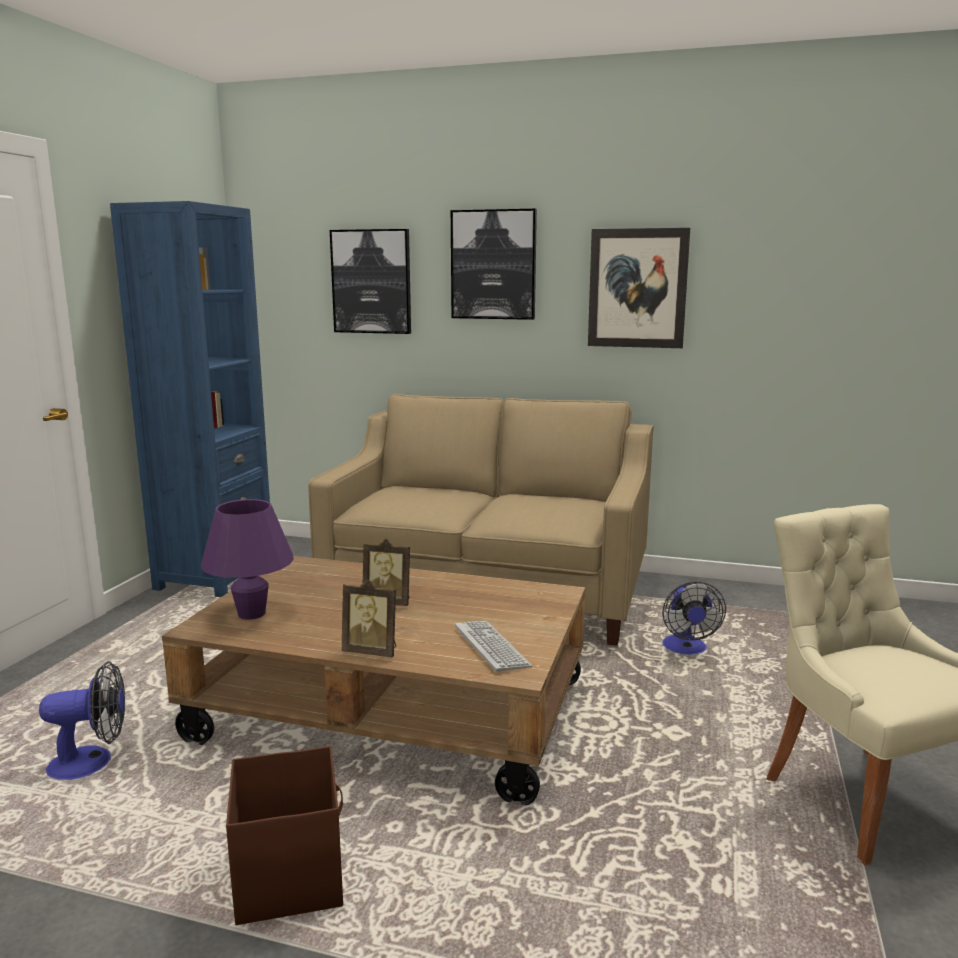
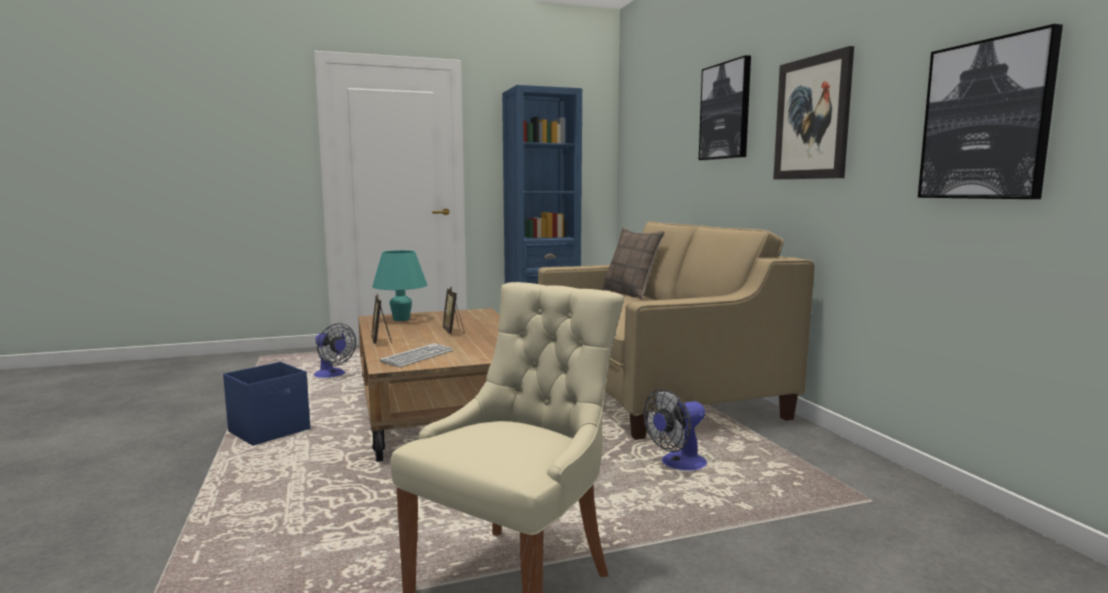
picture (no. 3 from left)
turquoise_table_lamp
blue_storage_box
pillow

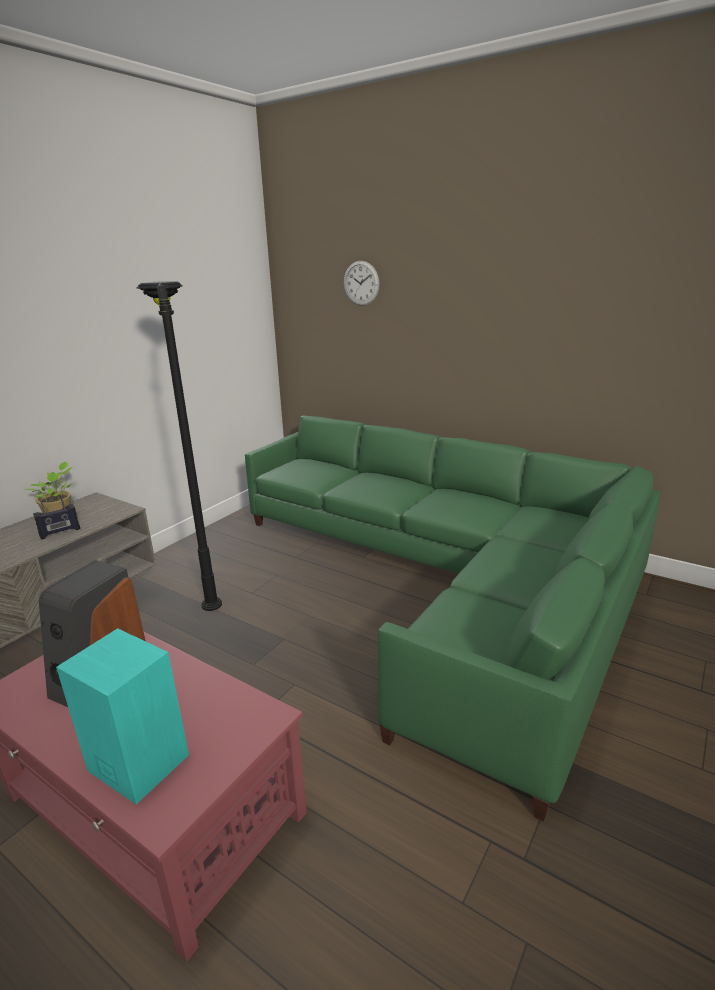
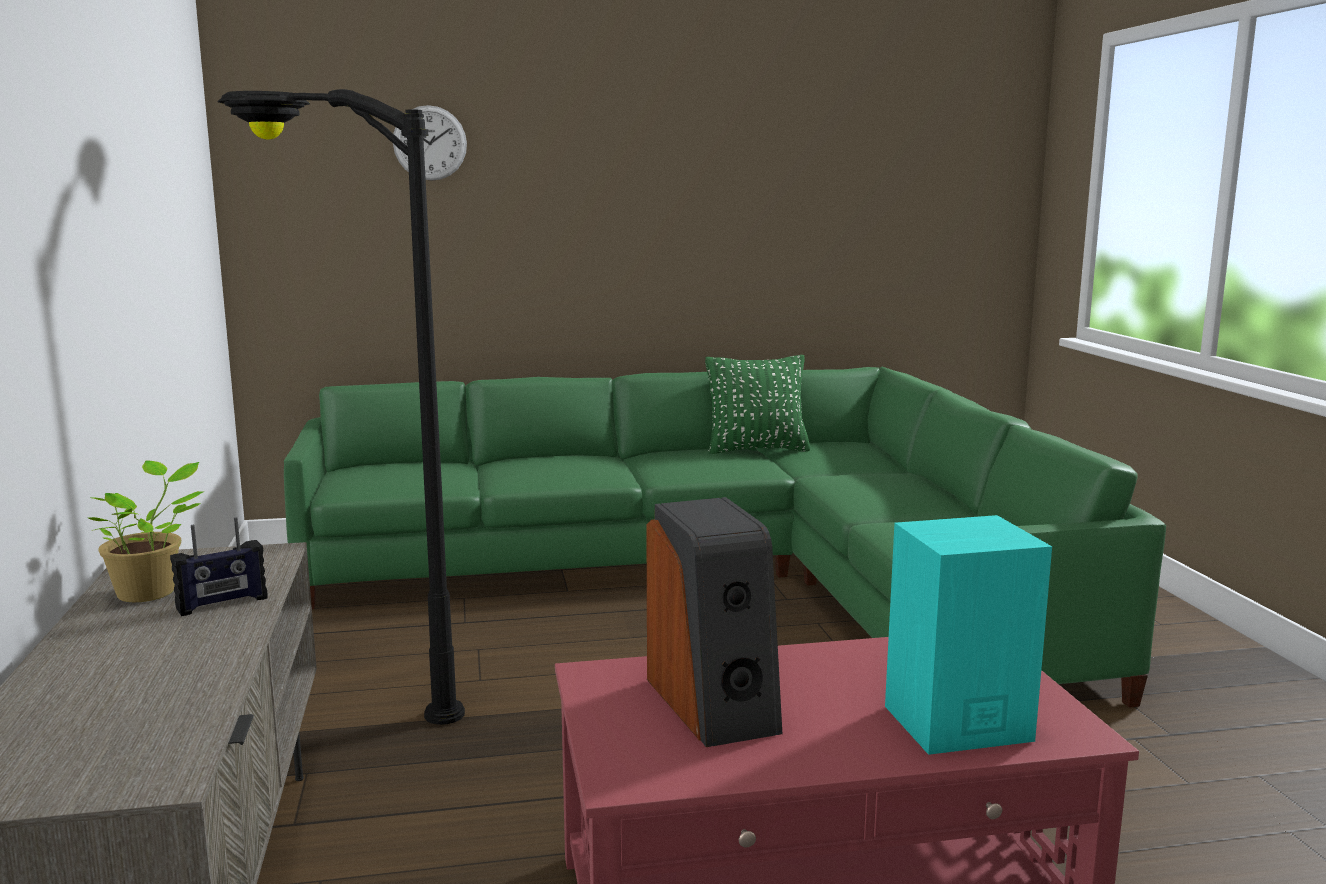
radio
green_pillow

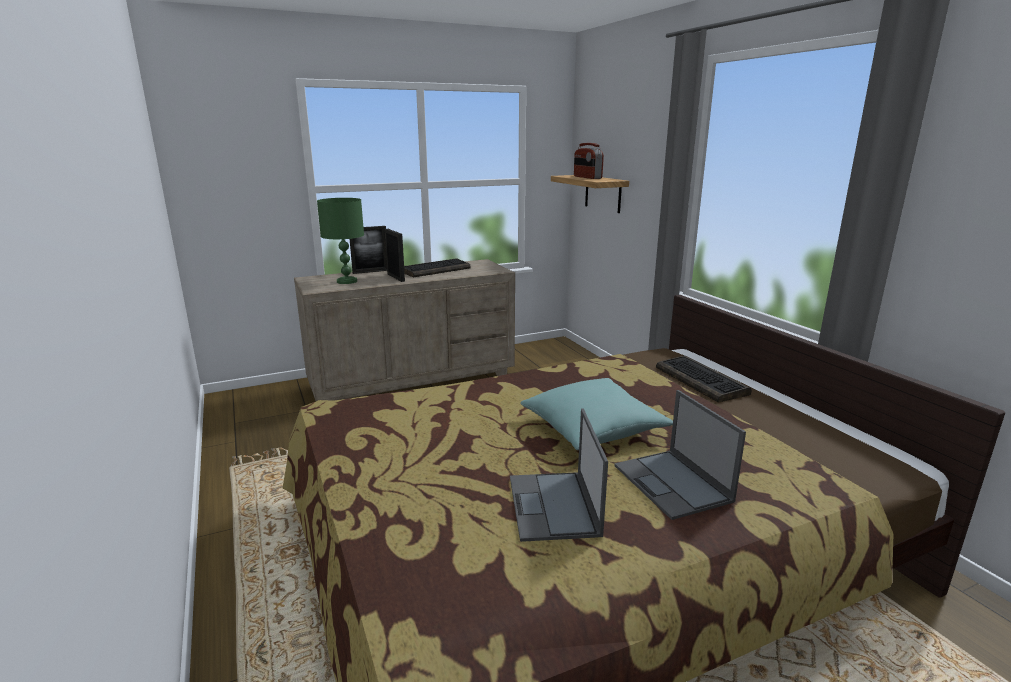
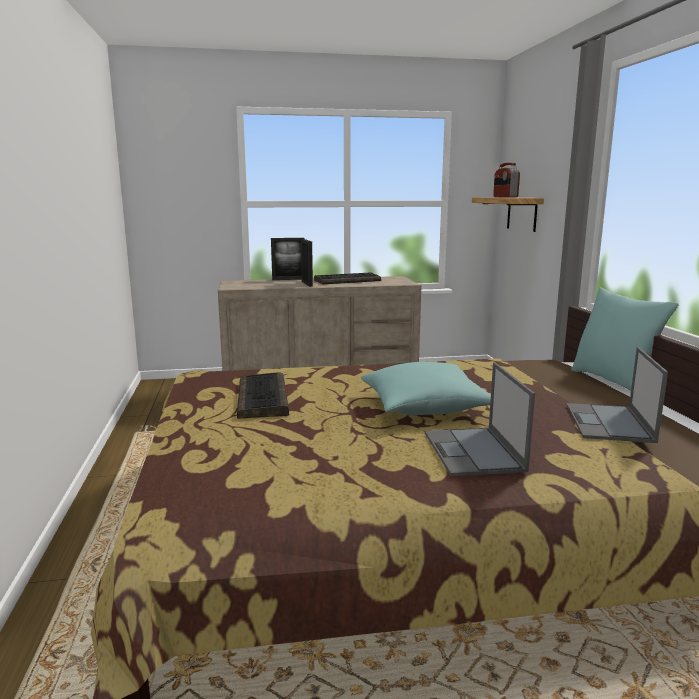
green_table_lamp
keyboard (no. 1 from left)
laptop (no. 2 from left)
turquoise_pillow (no. 2 from left)

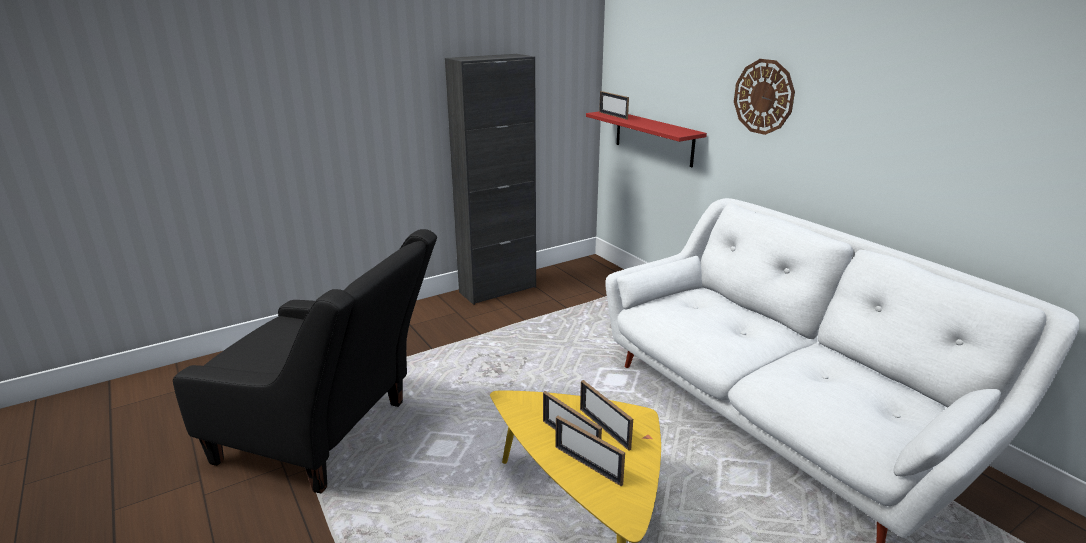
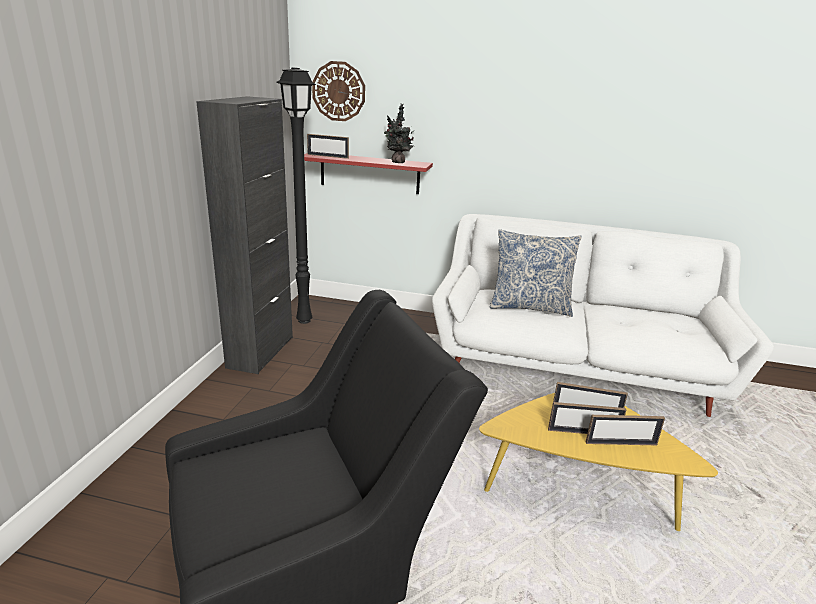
wall_clock
black_floor_lamp
potted_plant
pillow

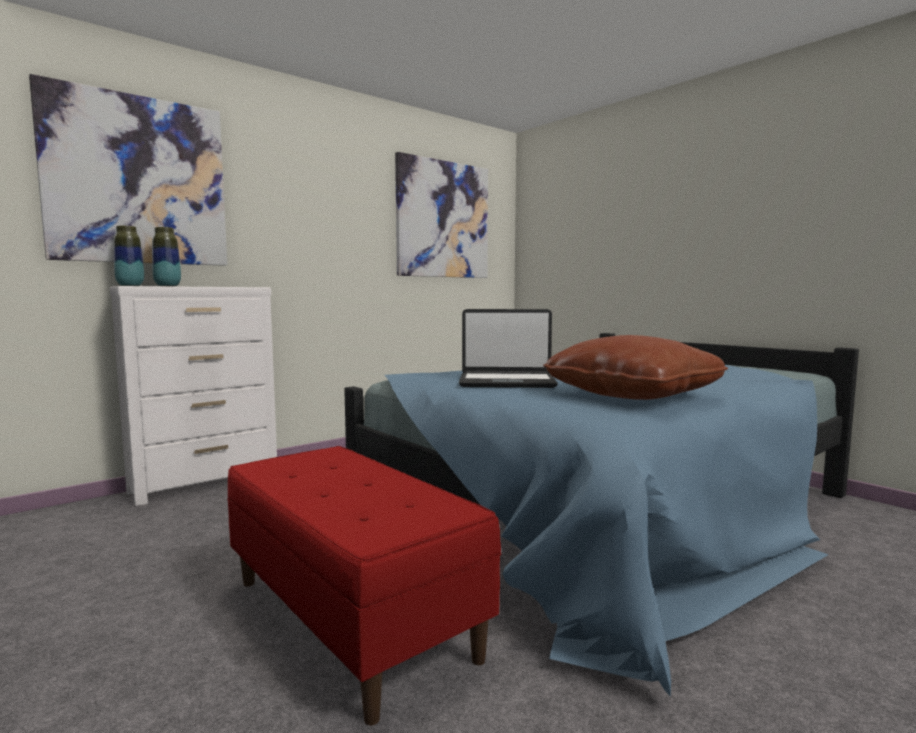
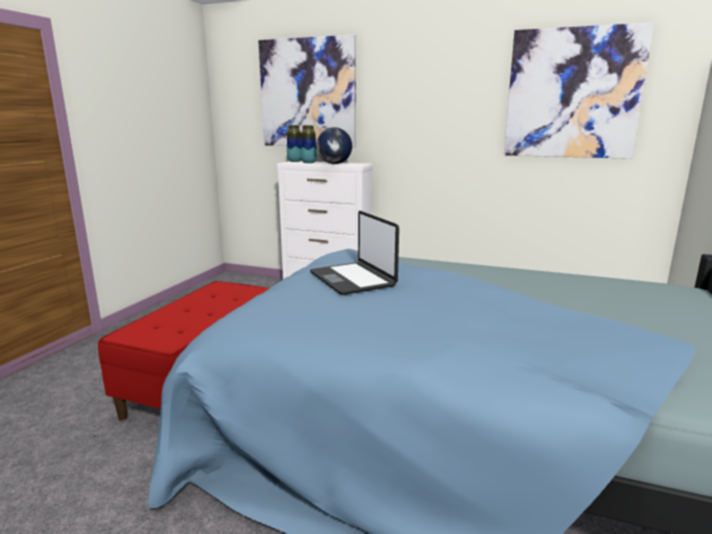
brown_pillow
globe

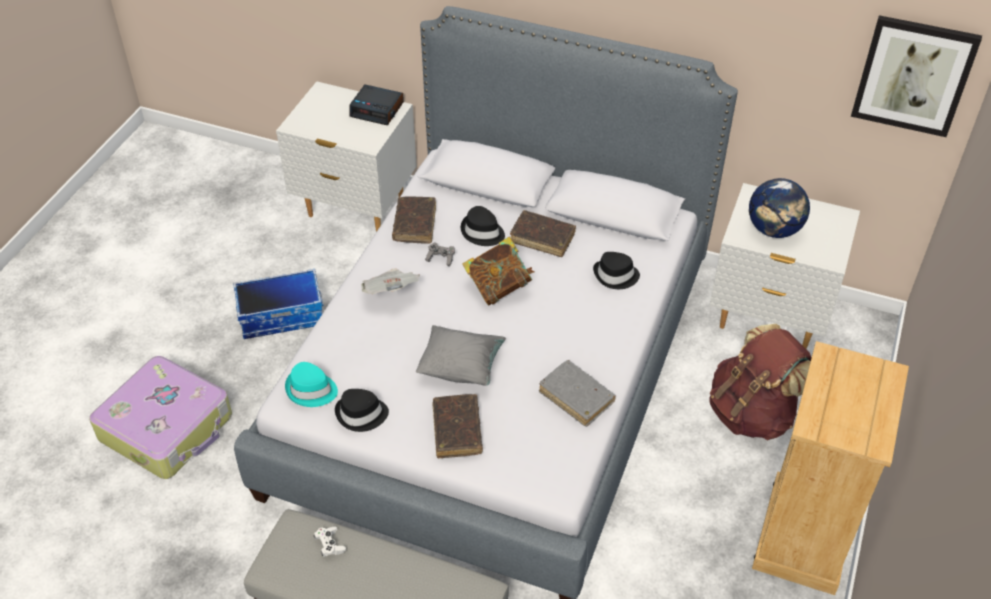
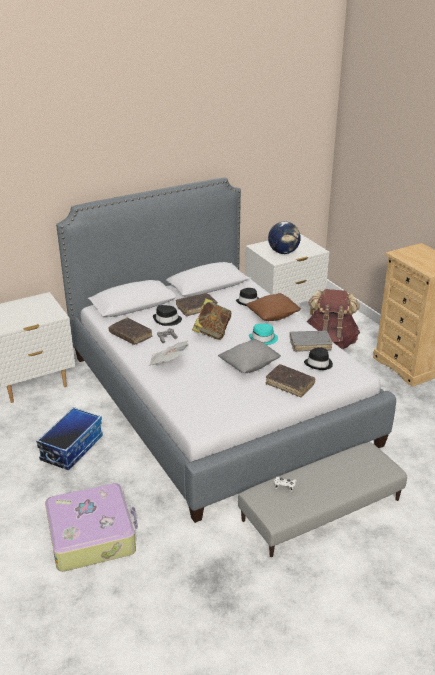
picture
alarm_clock
turquoise_hat
black_hat (no. 3 from left)
brown_pillow

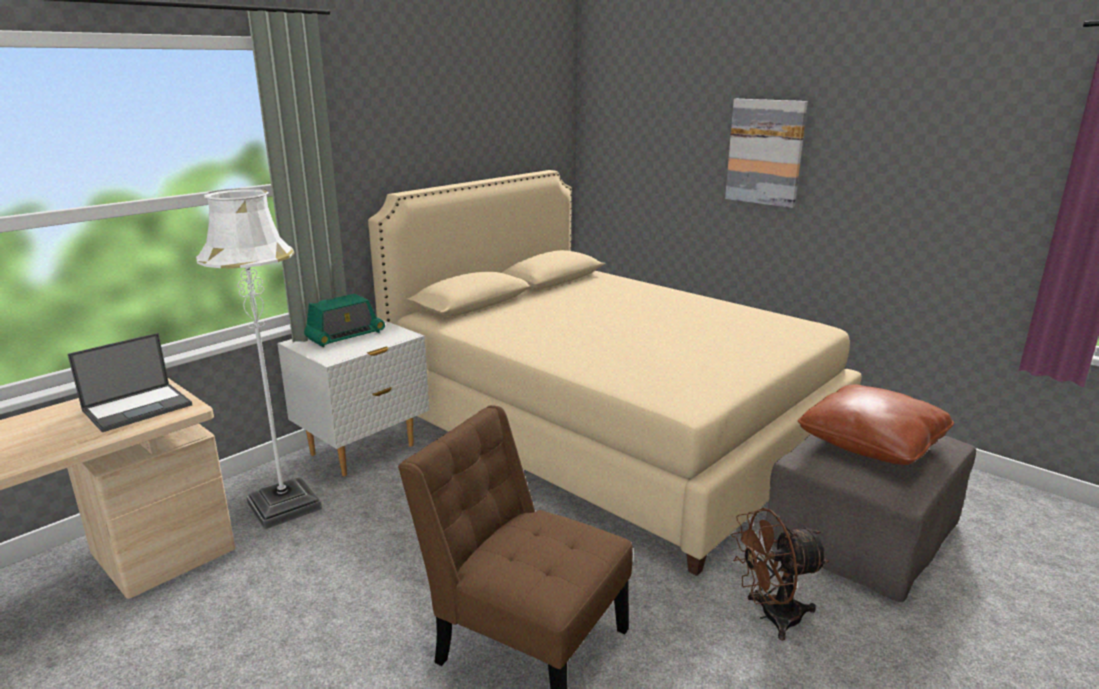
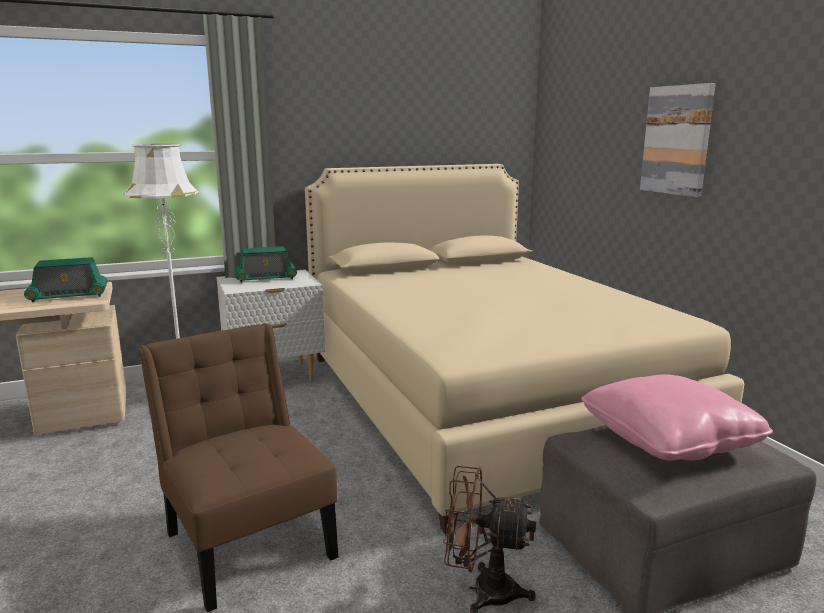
radio (no. 1 from left)
pink_pillow

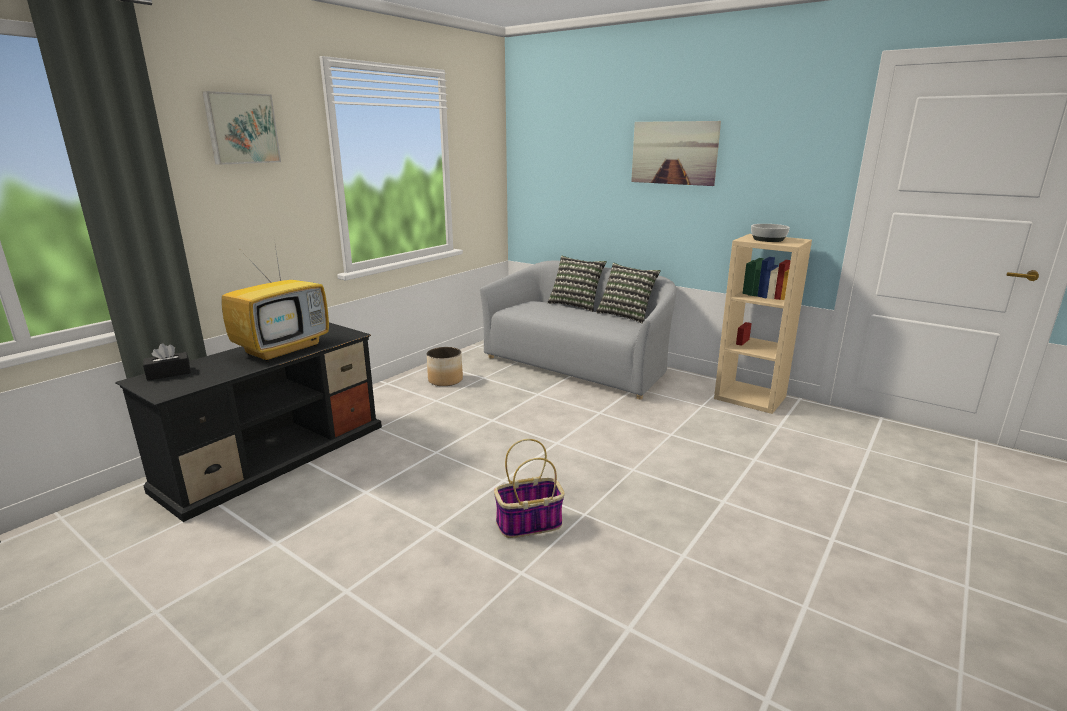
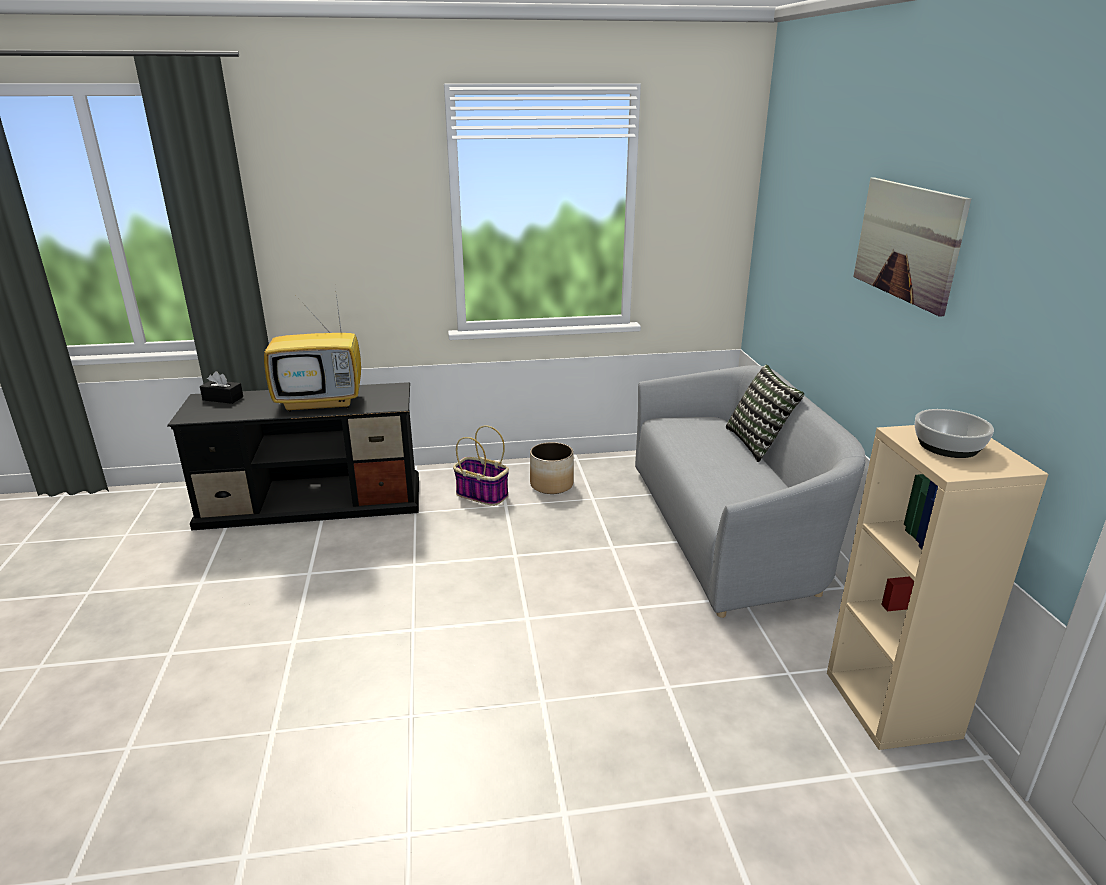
picture (no. 1 from left in the first image)
pillow (no. 2 from left in the first image)
basket

